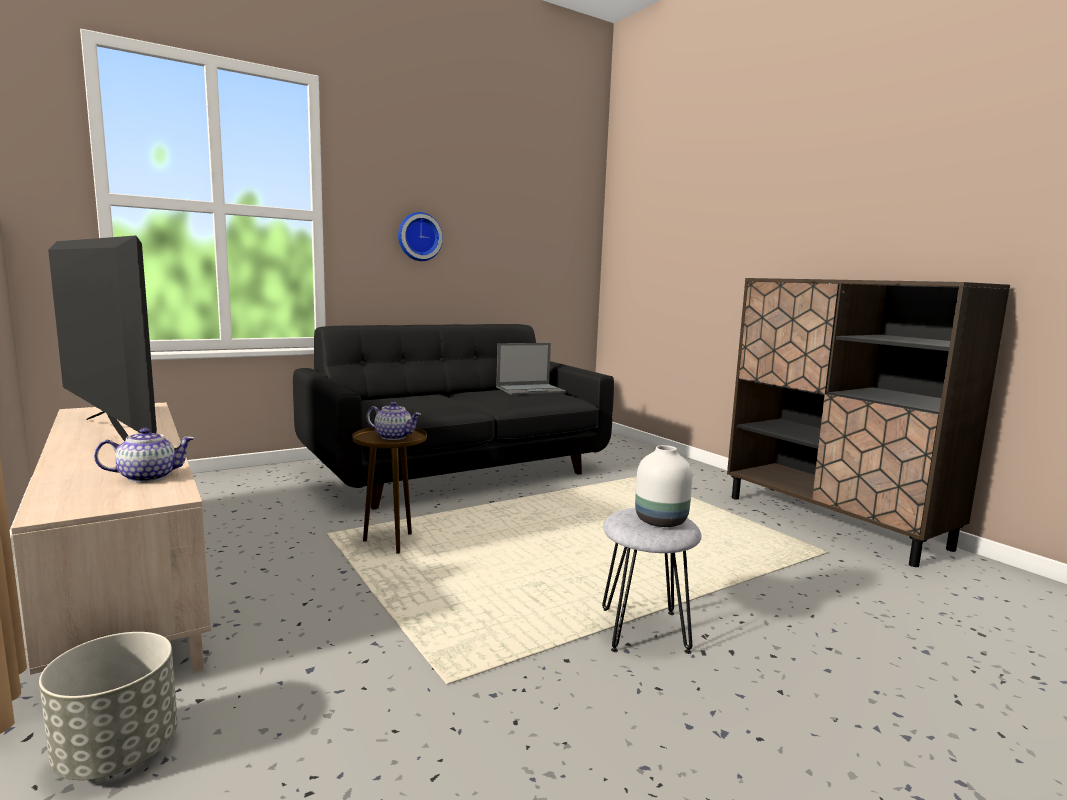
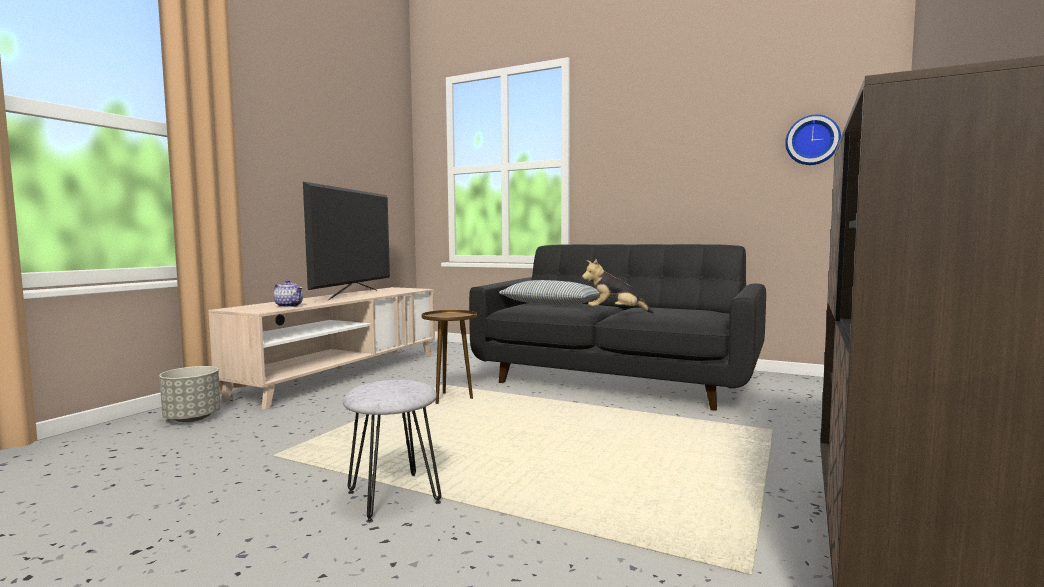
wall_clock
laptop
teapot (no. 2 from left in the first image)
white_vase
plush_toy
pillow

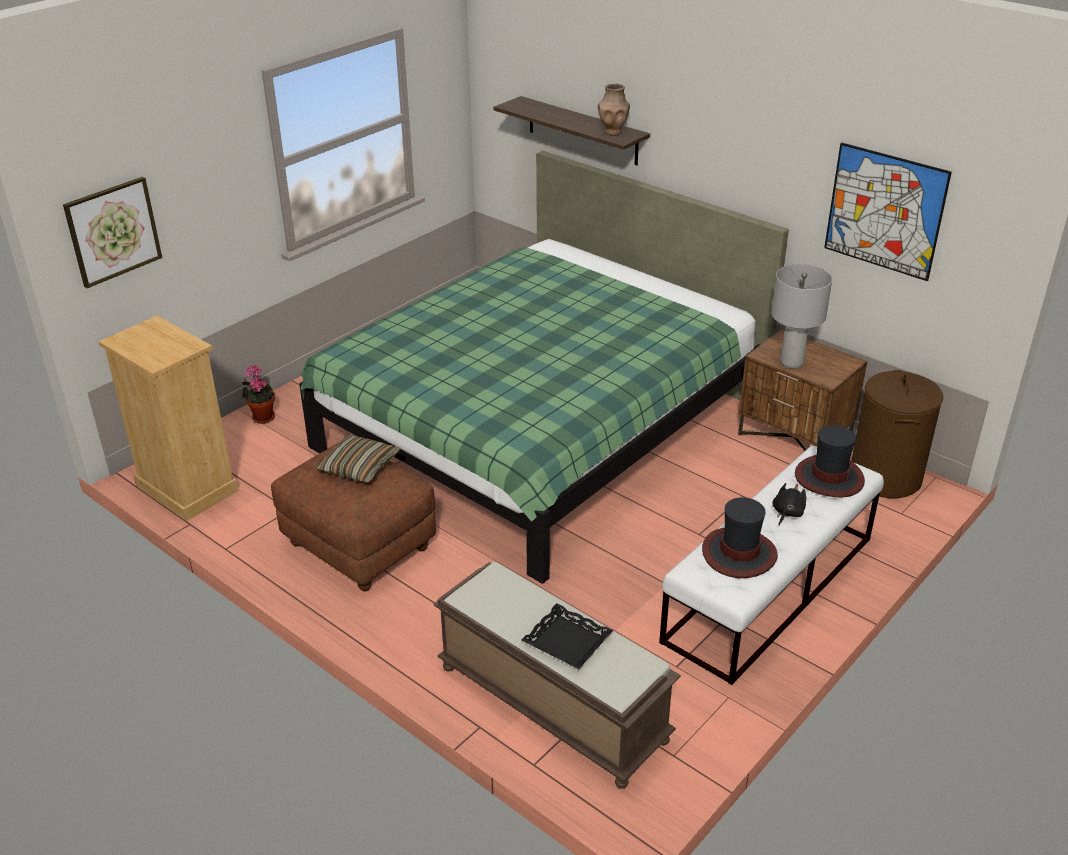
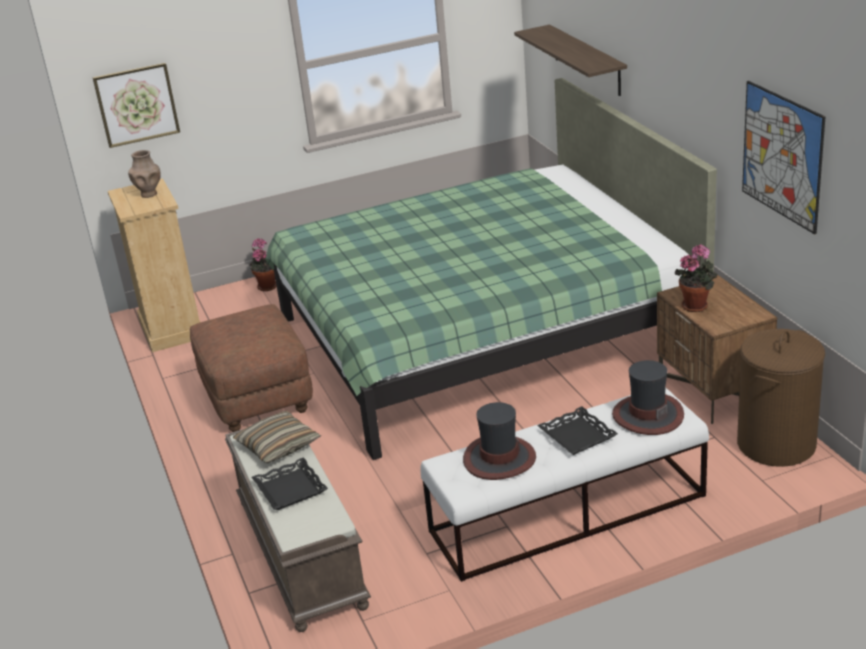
brown_vase
potted_plant (no. 2 from left)
pillow
black_tray (no. 2 from left)

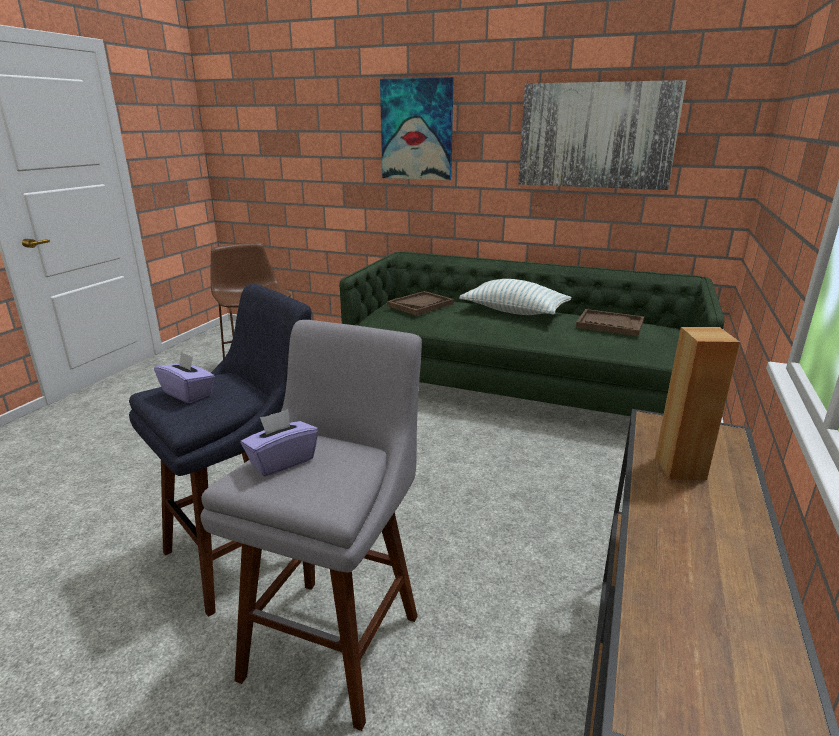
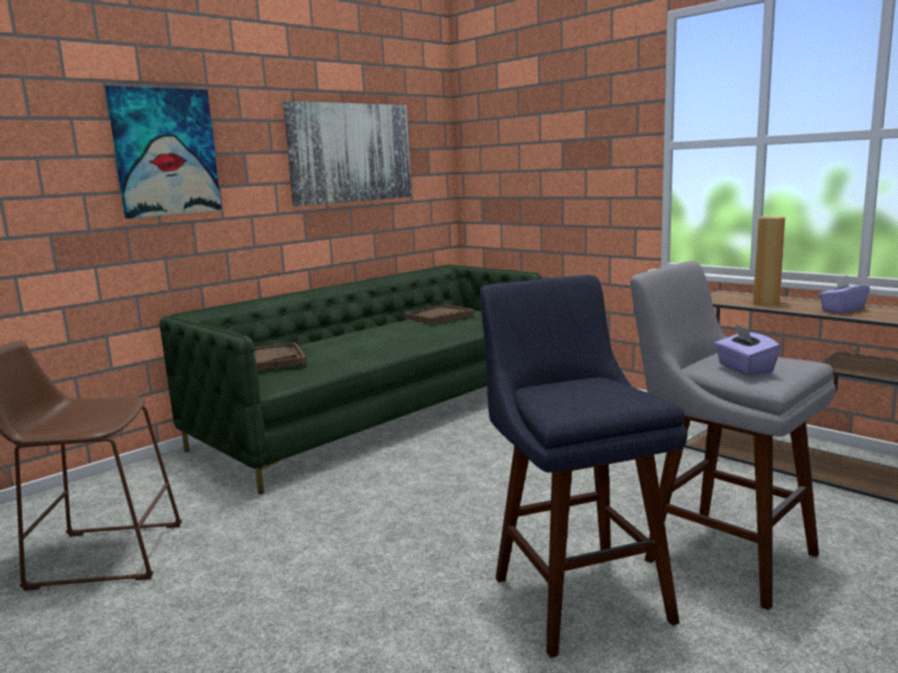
pillow
purple_tissue_box (no. 2 from left)

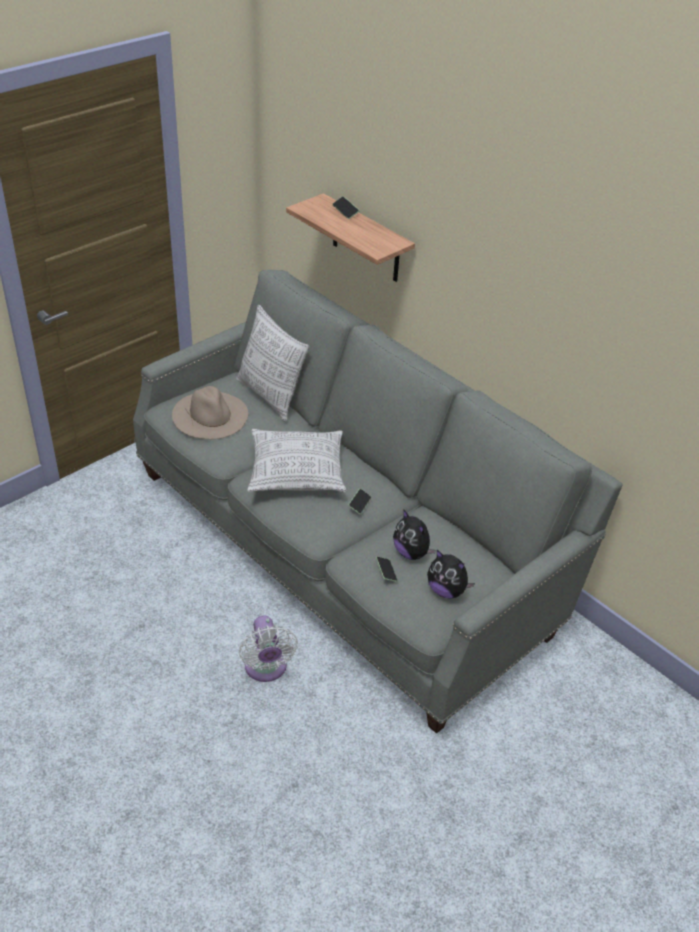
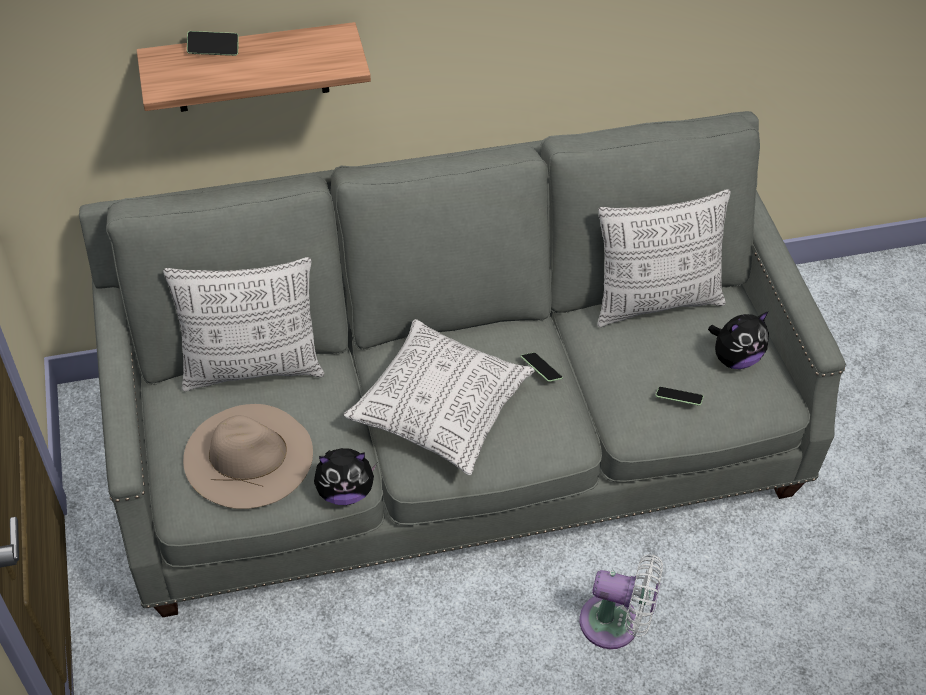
plush_toy (no. 1 from left)
pillow (no. 3 from left)

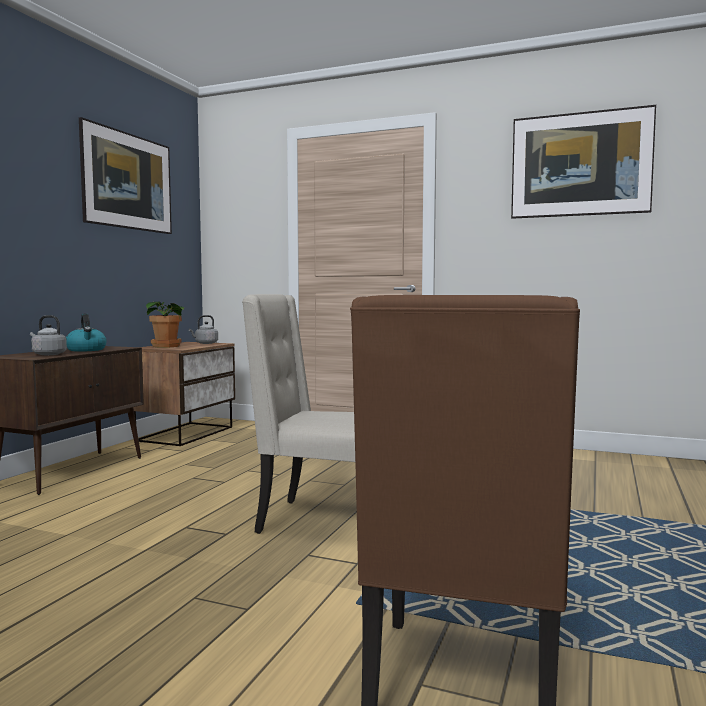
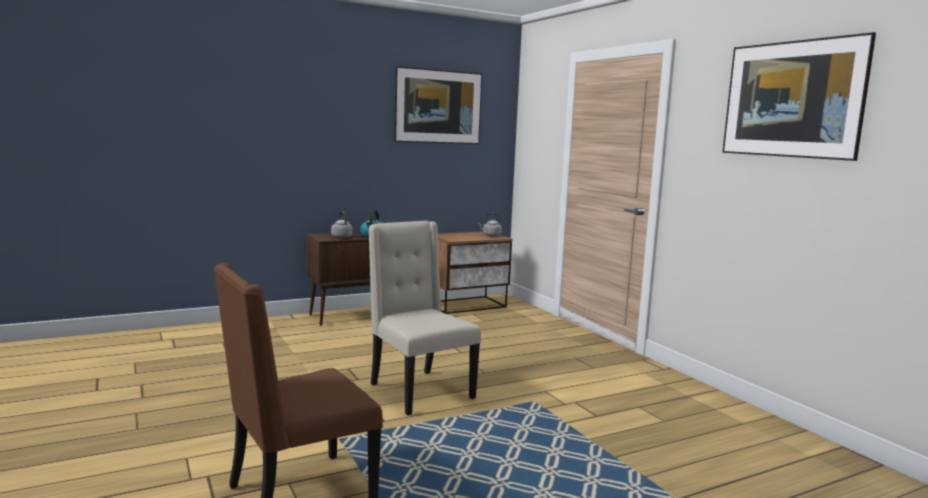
potted_plant

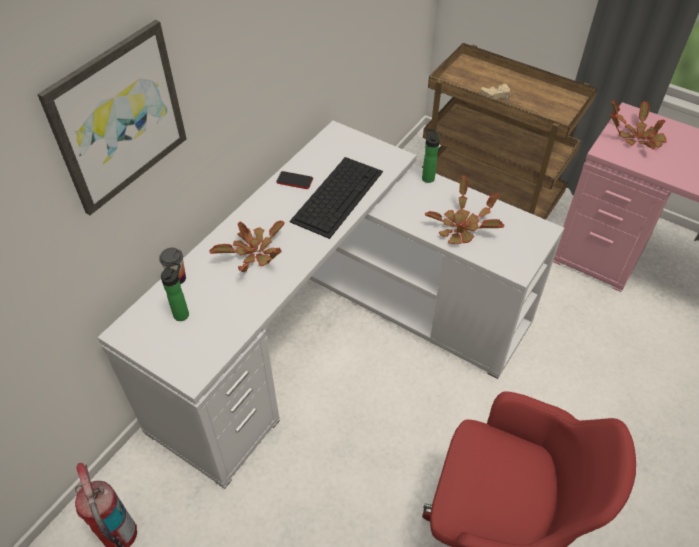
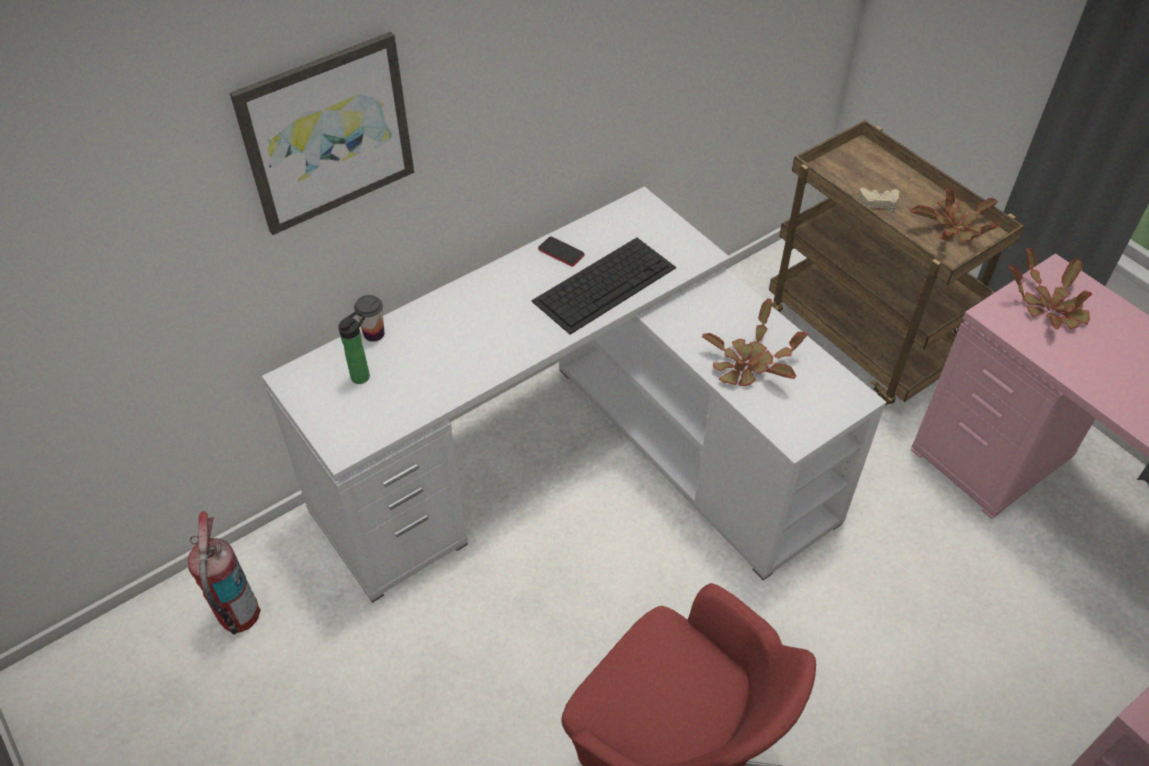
bottle (no. 2 from left in the first image)
potted_plant (no. 2 from left)

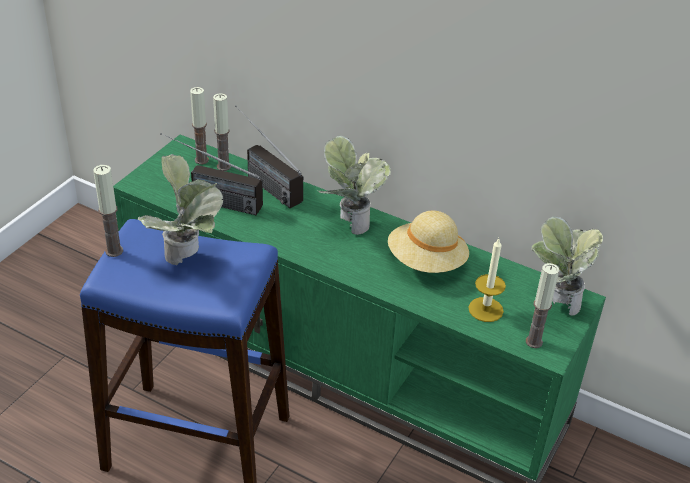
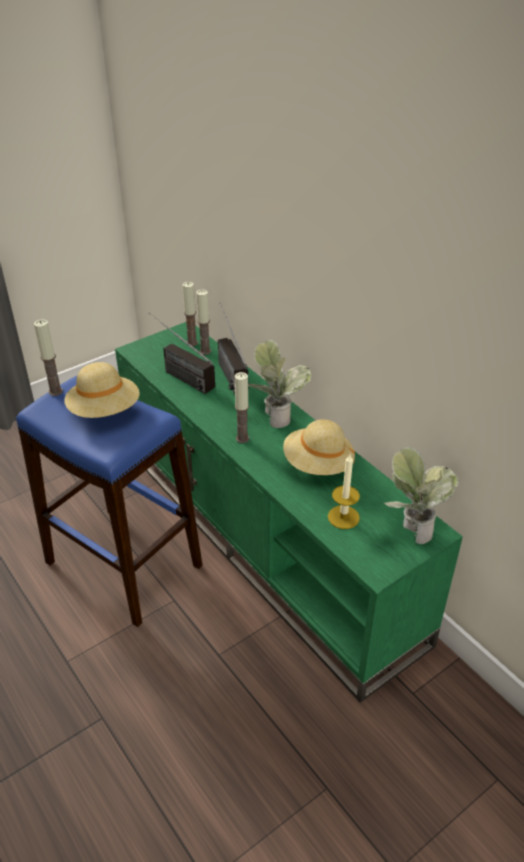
beige_hat (no. 1 from left)
candle (no. 4 from left)

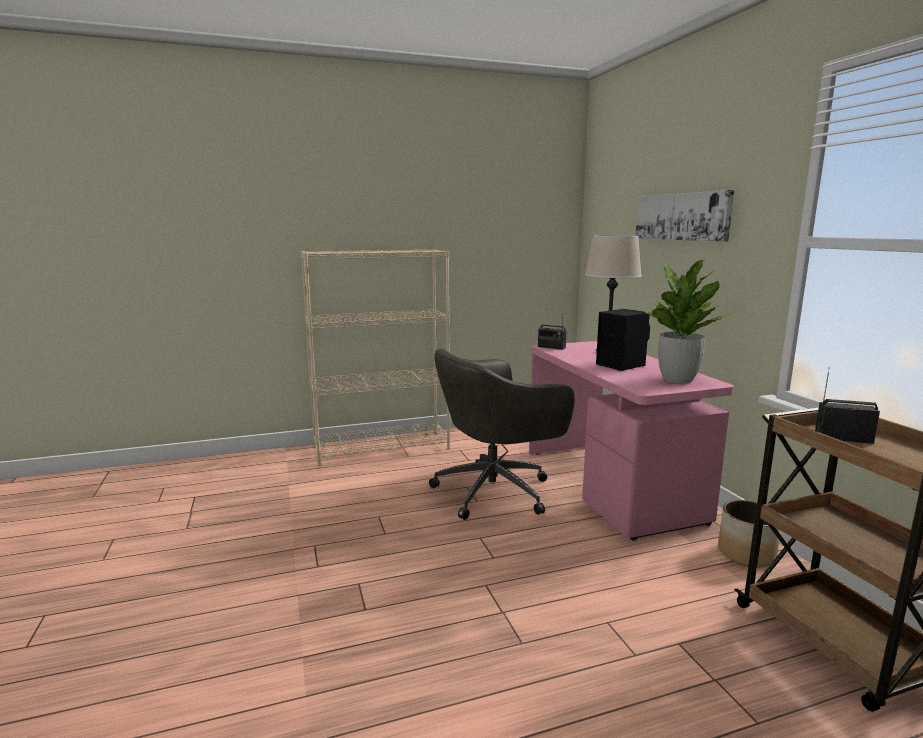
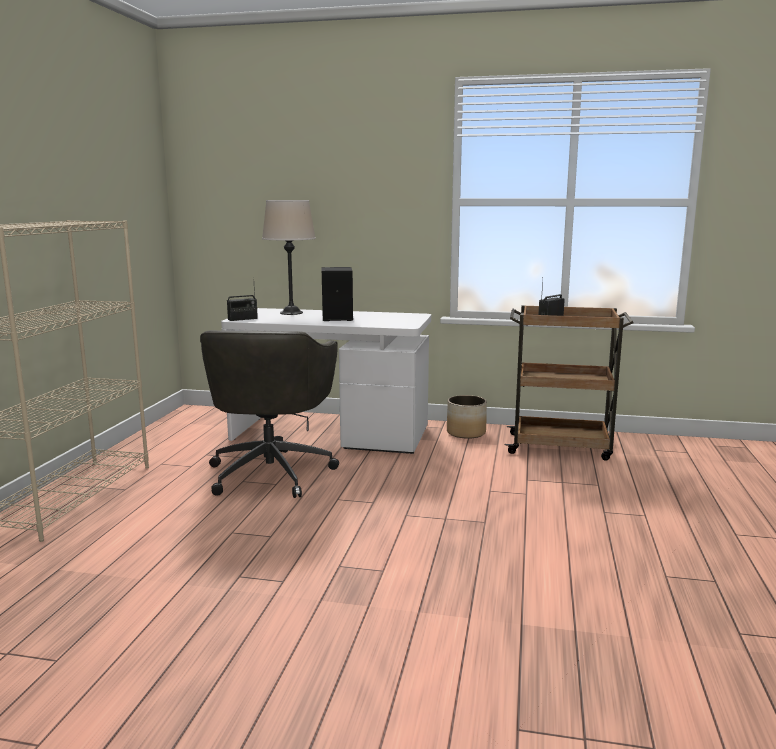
picture
potted_plant
white_desk

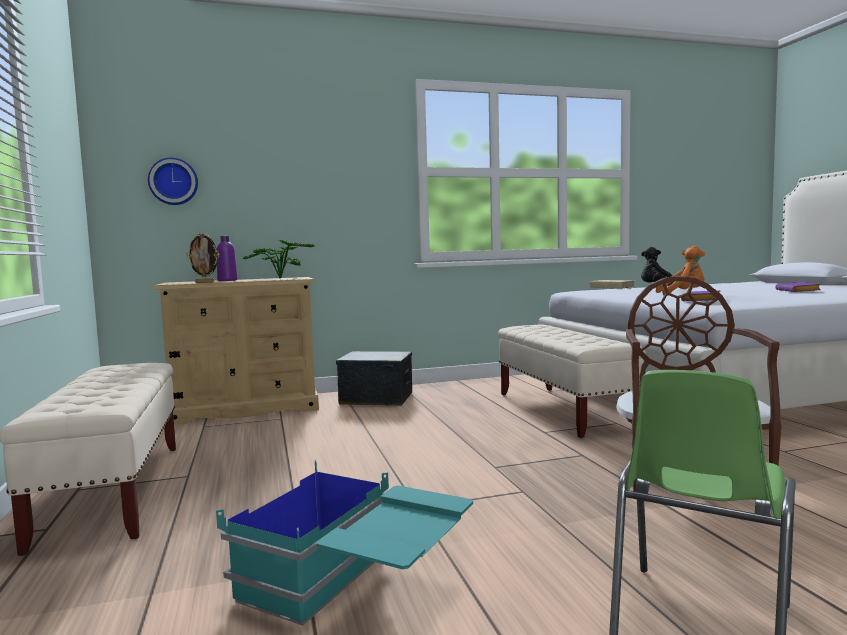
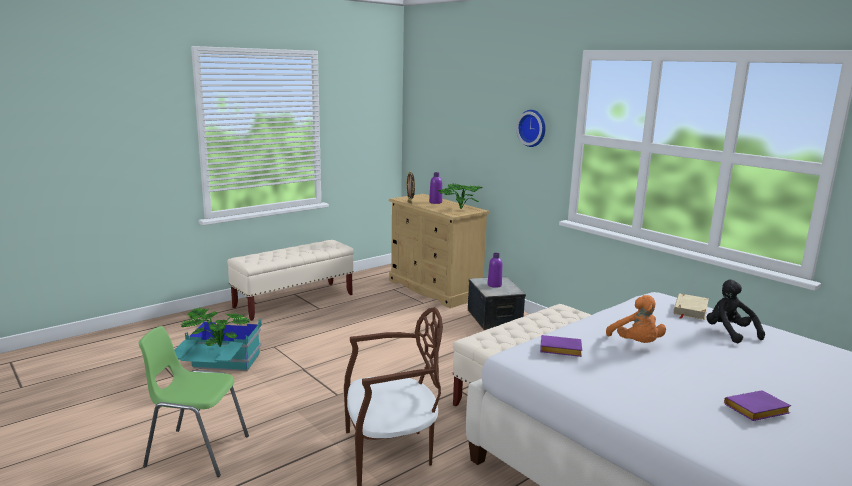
wall_clock
purple_bottle (no. 2 from left)
potted_plant (no. 1 from left)

